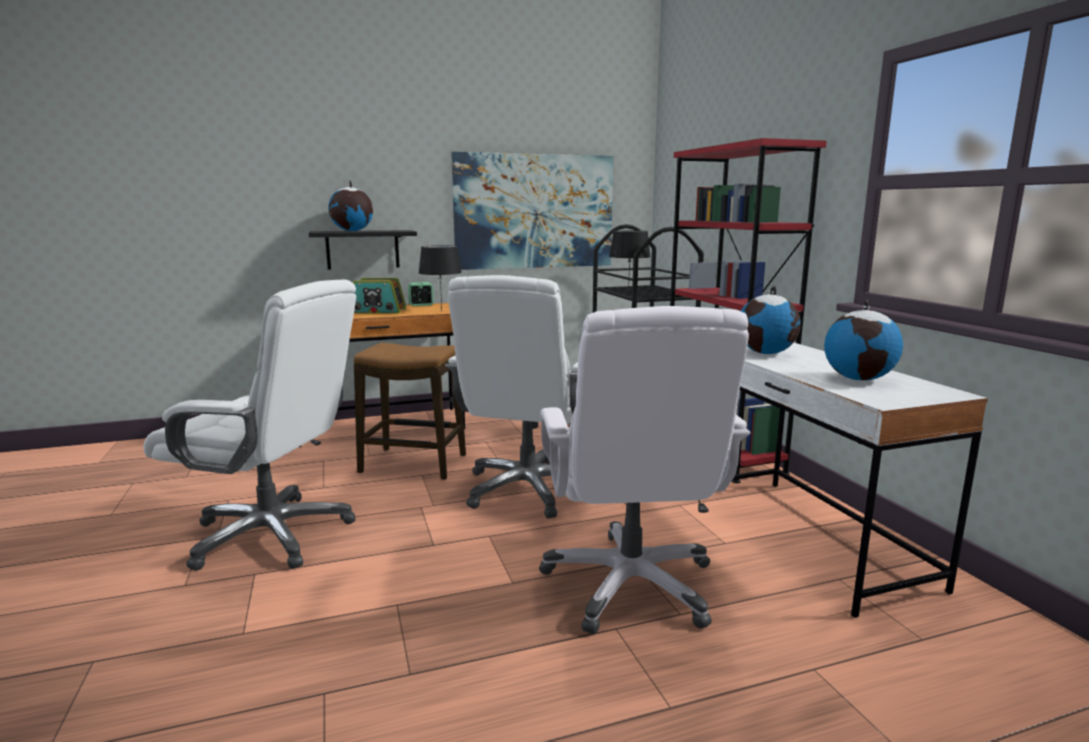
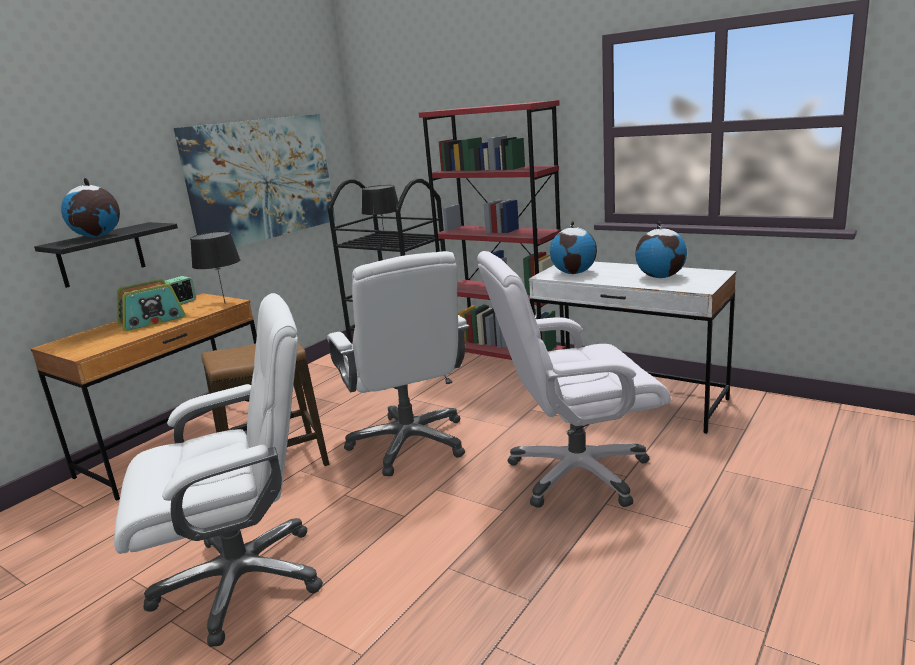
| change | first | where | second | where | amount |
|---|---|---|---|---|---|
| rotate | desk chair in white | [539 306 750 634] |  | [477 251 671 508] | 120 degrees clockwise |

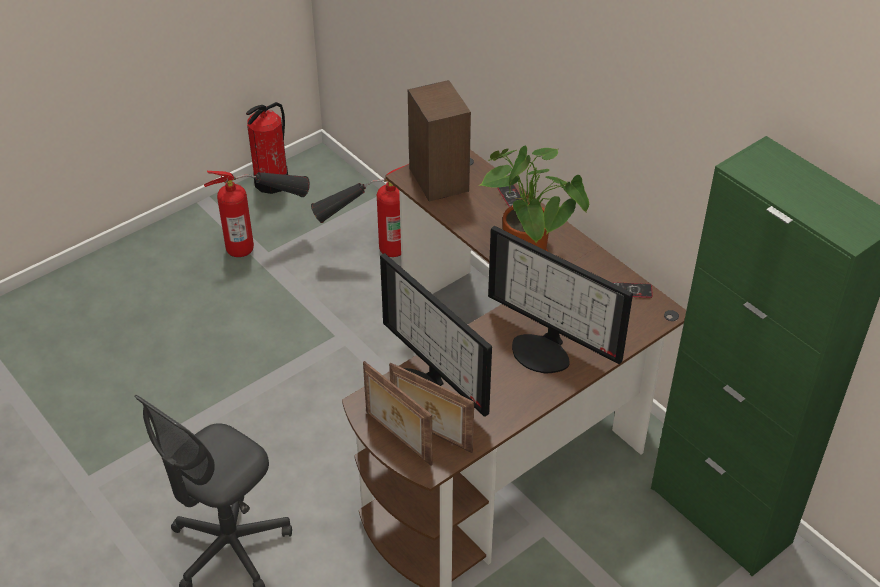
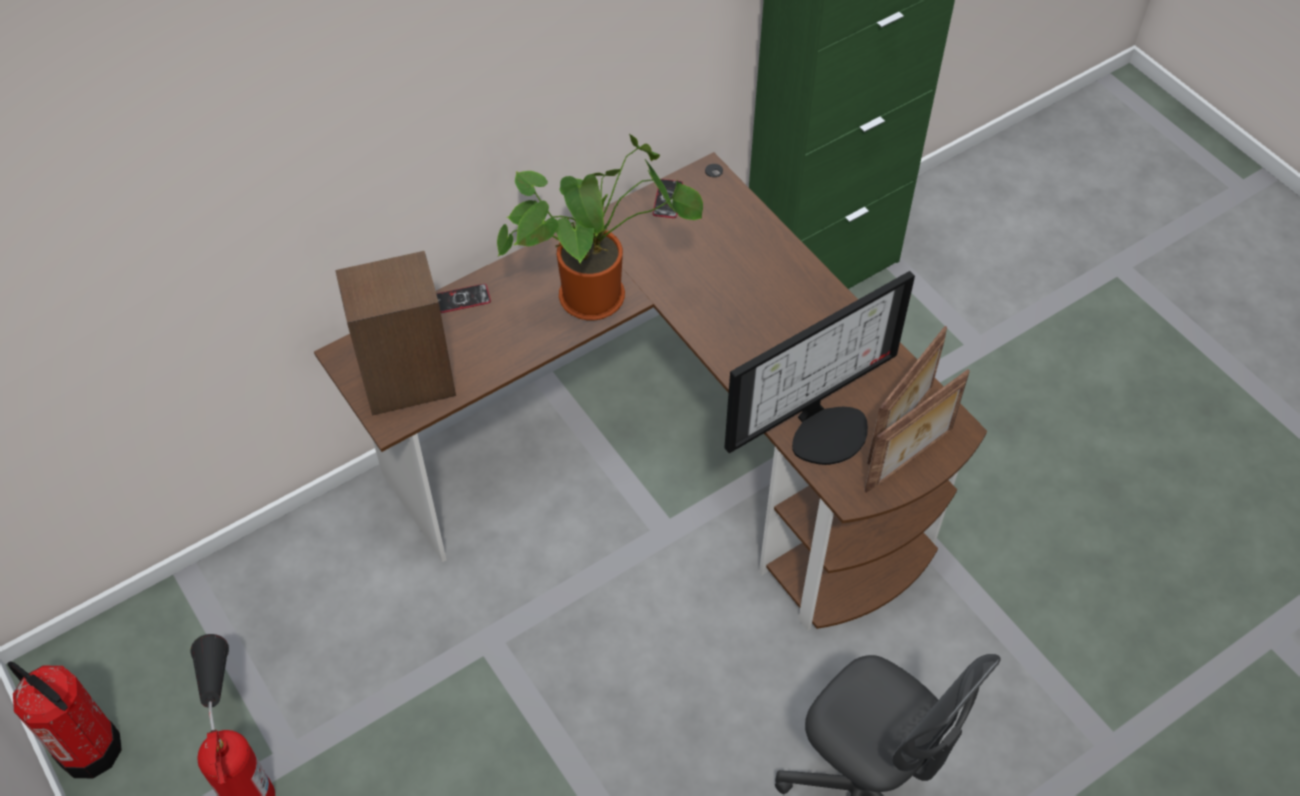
| change | first | where | second | where | amount |
|---|---|---|---|---|---|
| delete | fire extinguisher | [311 164 408 257] |  |  |  |
| delete | computer screen | [488 226 633 373] |  |  |  |

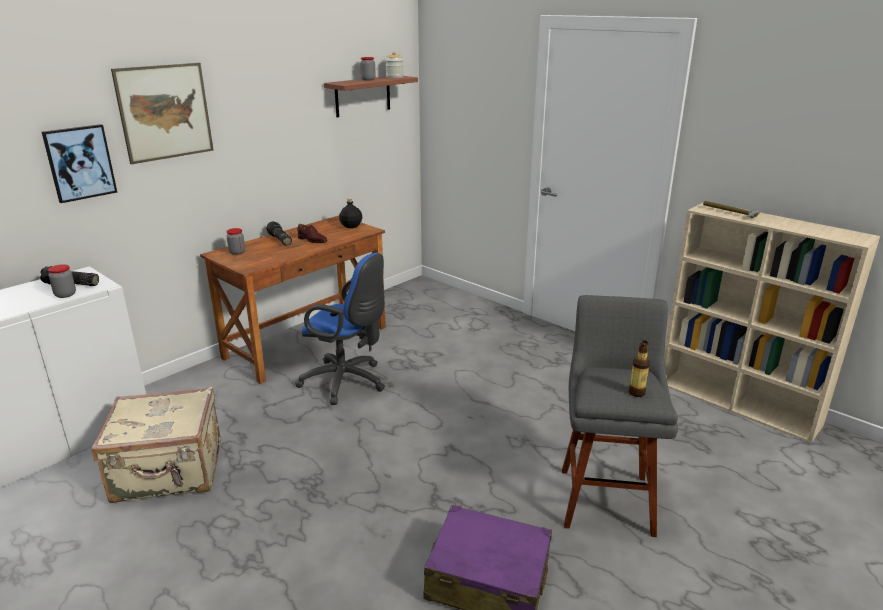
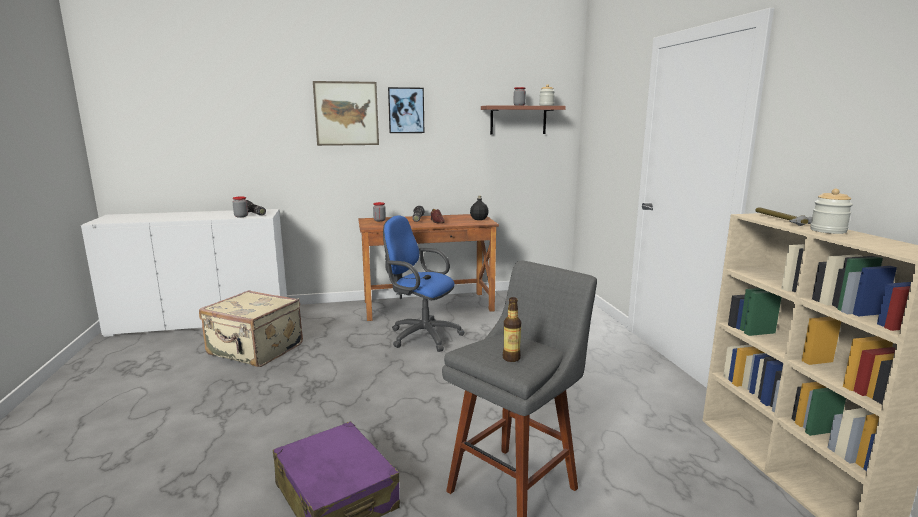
| change | first | where | second | where | amount |
|---|---|---|---|---|---|
| move | picture | [42 124 117 203] |  | [388 87 424 133] |  |
| rotate | desk chair in blue-coloured | [295 253 385 405] |  | [383 215 465 352] | 150 degrees clockwise |
| insert |  |  | jar | [810 189 853 234] |  |

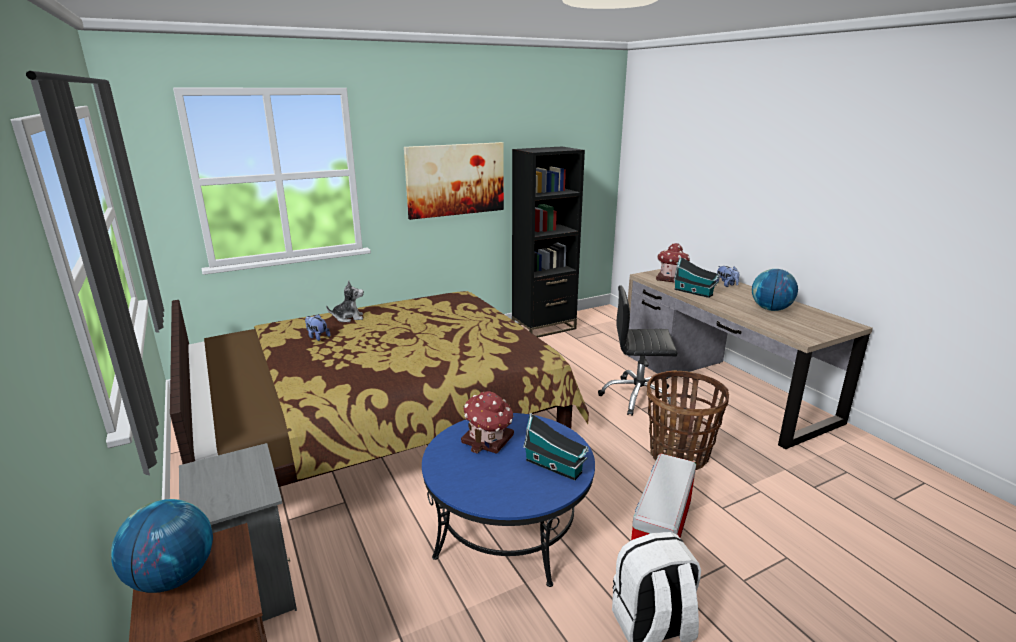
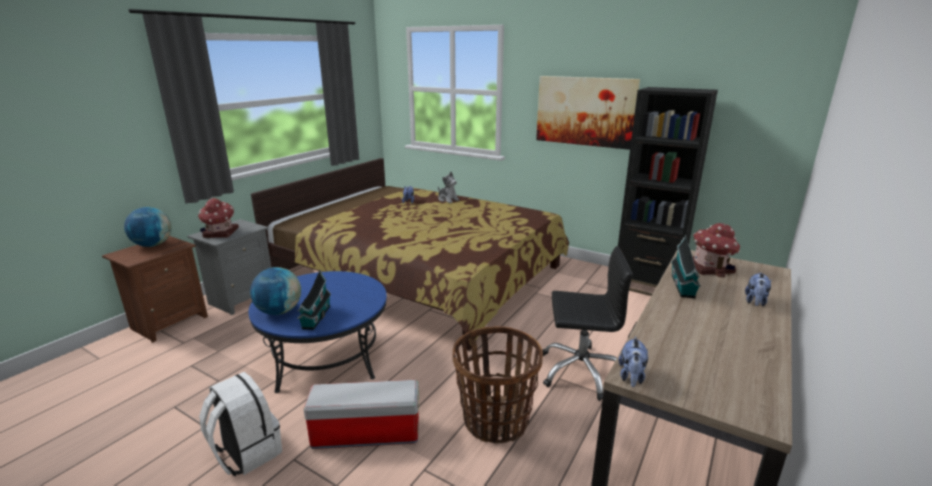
| change | first | where | second | where | amount |
|---|---|---|---|---|---|
| move | globe | [752 269 798 311] |  | [250 267 301 315] |  |
| rotate | desk chair in black | [598 285 677 416] |  | [543 246 633 401] | 120 degrees clockwise |
| move | miniature house | [461 391 514 454] |  | [198 198 239 238] |  |
| insert |  |  | soft toy | [618 336 648 387] |  |

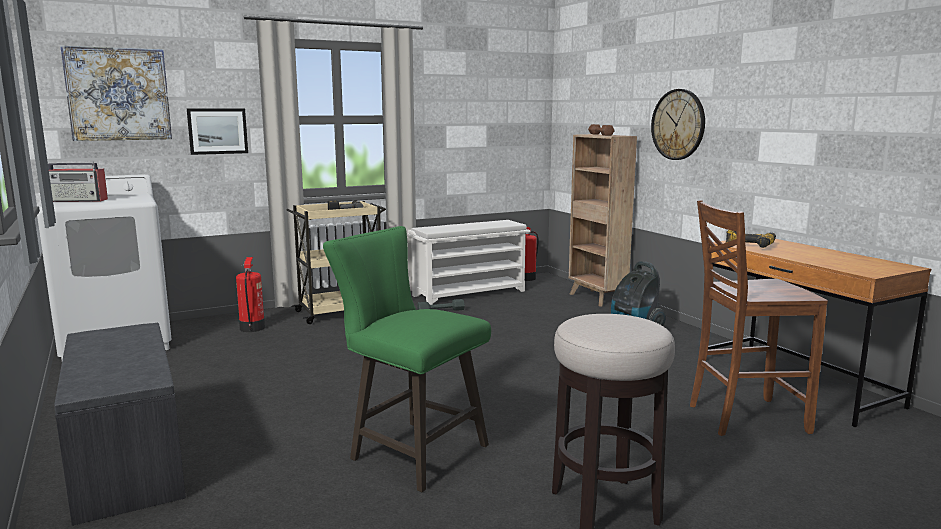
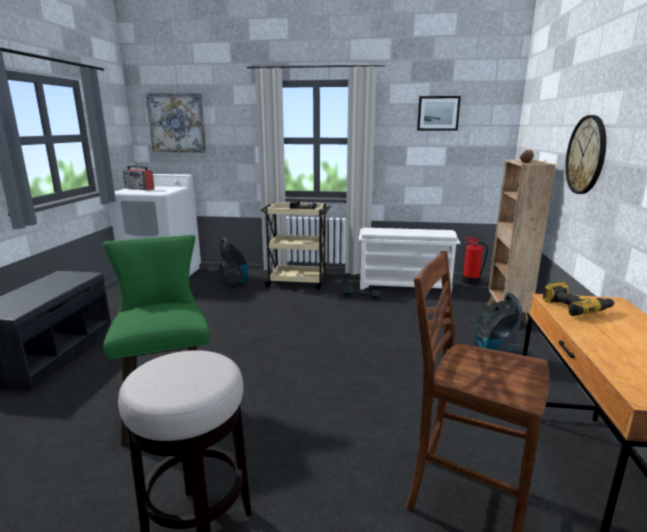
| change | first | where | second | where | amount |
|---|---|---|---|---|---|
| move | picture | [187 108 248 155] |  | [417 96 461 131] |  |
| replace | fire extinguisher | [236 257 265 332] | vacuum | [219 237 248 286] |  |

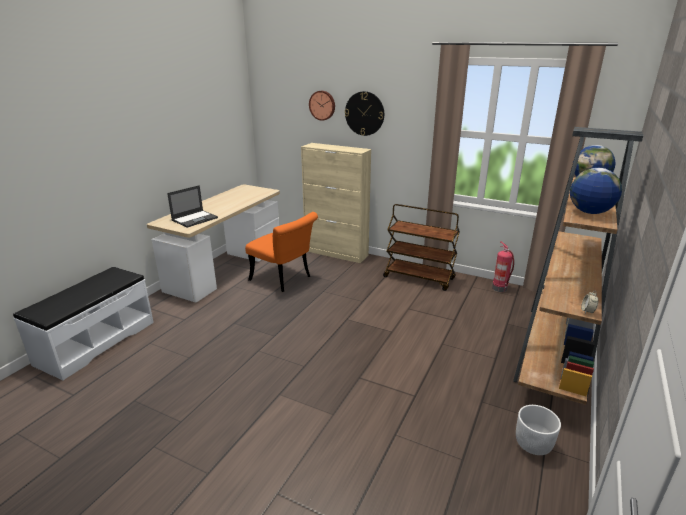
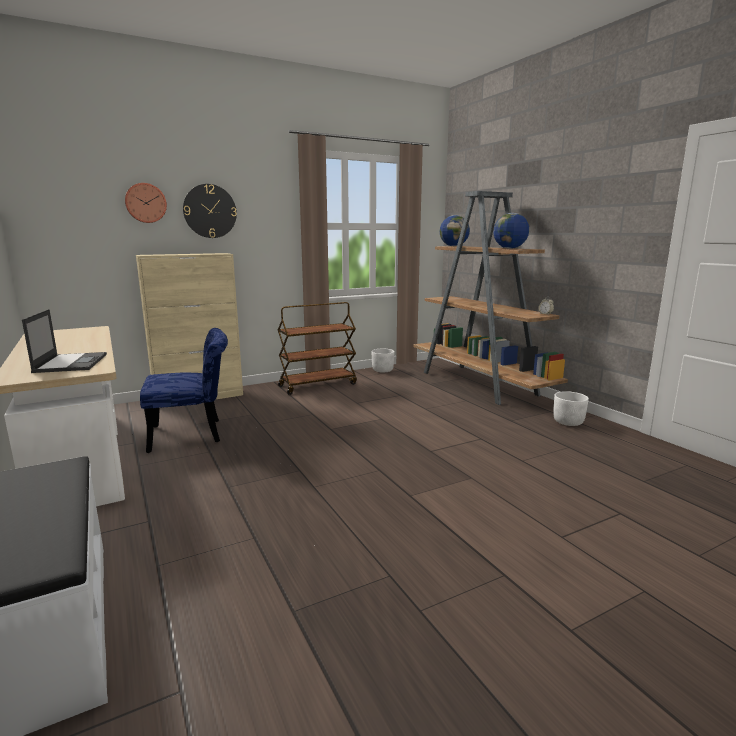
| change | first | where | second | where | amount |
|---|---|---|---|---|---|
| recolor | upright chair in orange | [245 212 318 292] | upright chair in blue-coloured | [140 328 228 453] |  |
| replace | fire extinguisher | [492 242 514 292] | plant pot in white | [371 349 395 372] |  |

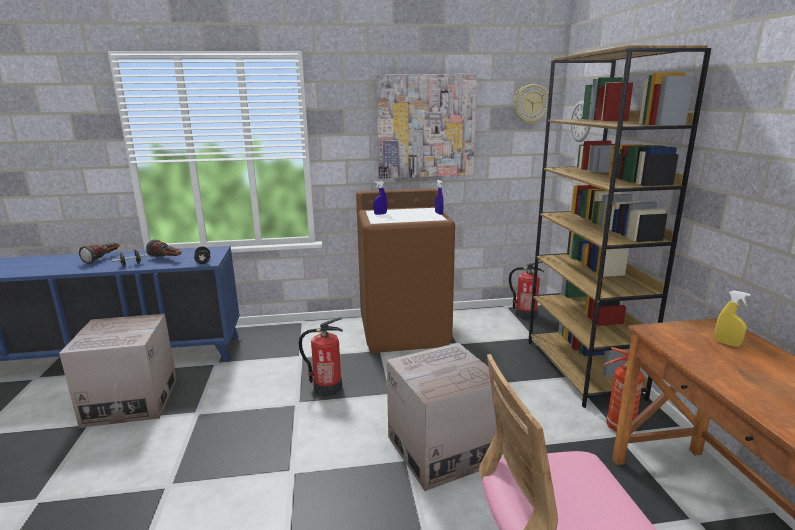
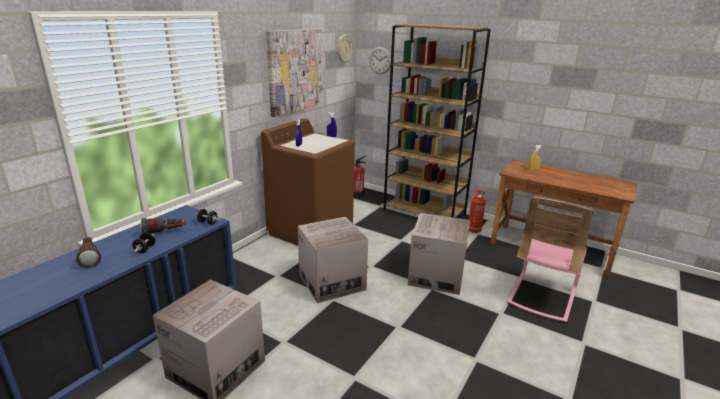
| change | first | where | second | where | amount |
|---|---|---|---|---|---|
| replace | fire extinguisher | [299 317 343 396] | packing box | [298 217 368 303] |  |

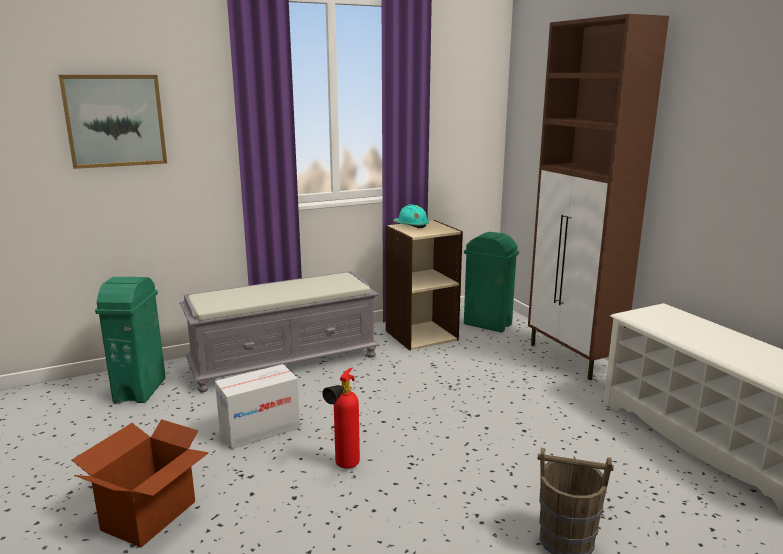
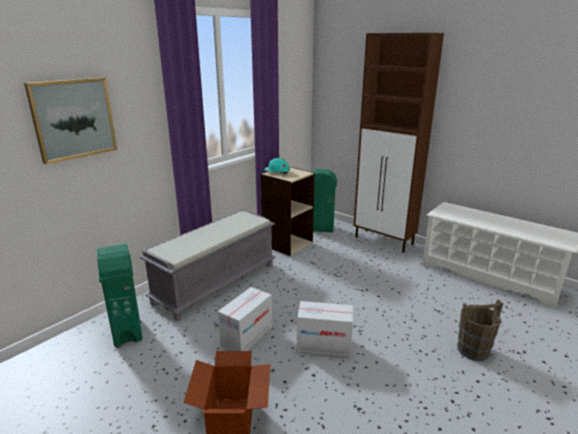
| change | first | where | second | where | amount |
|---|---|---|---|---|---|
| replace | fire extinguisher | [322 368 360 469] | packing box | [297 301 353 357] |  |

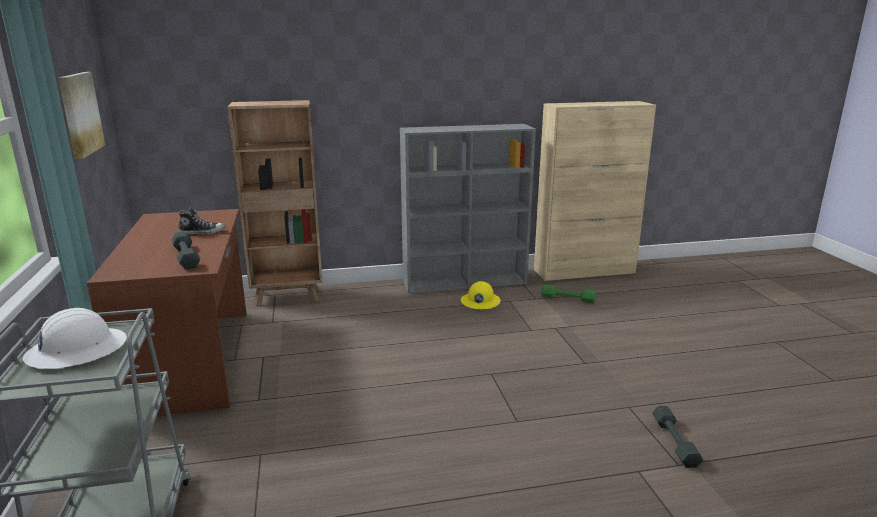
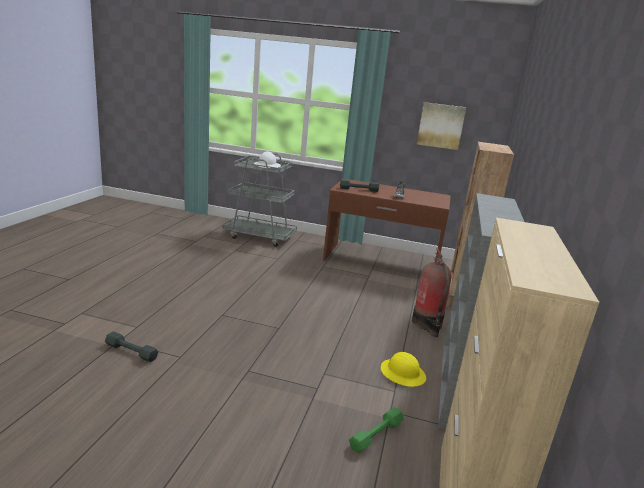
| change | first | where | second | where | amount |
|---|---|---|---|---|---|
| insert |  |  | fire extinguisher | [412 248 452 337] |  |

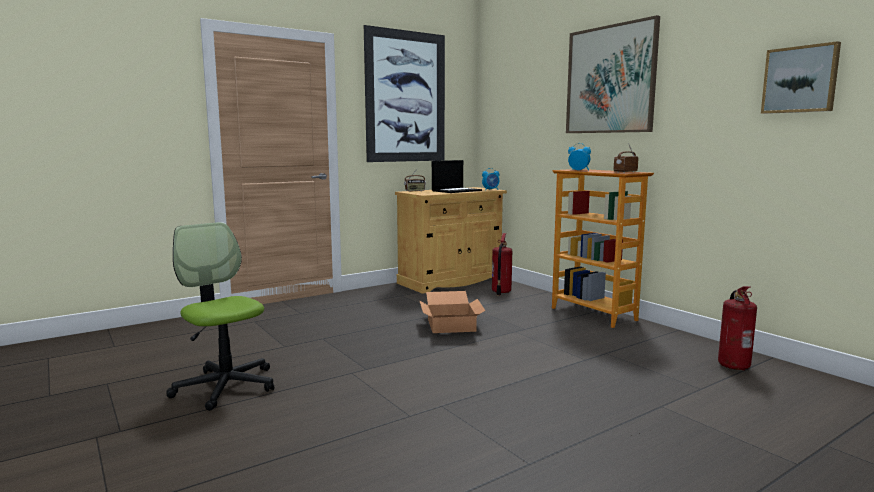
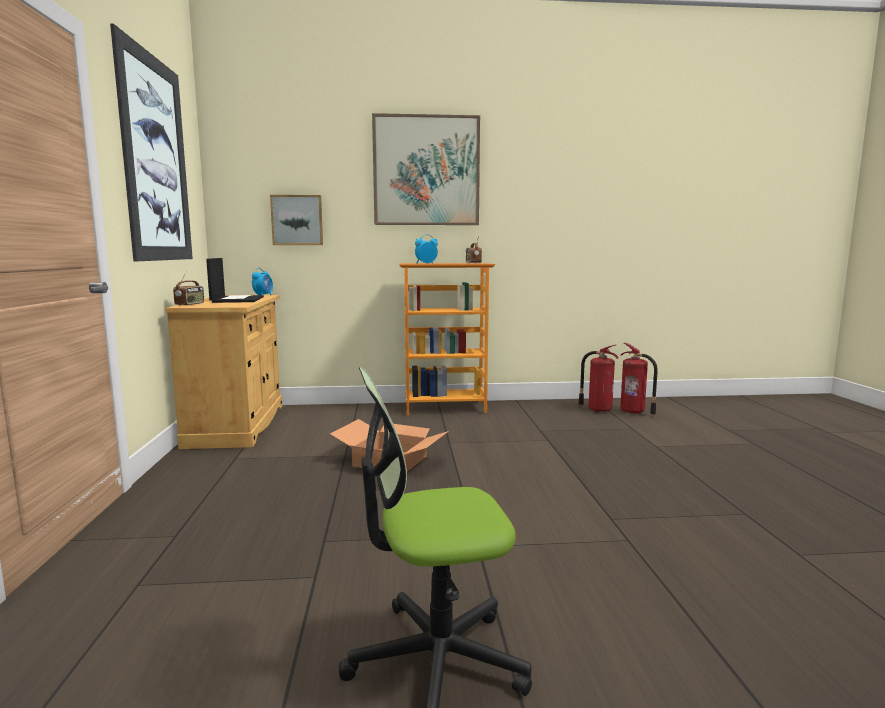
| change | first | where | second | where | amount |
|---|---|---|---|---|---|
| move | picture | [761 41 841 114] |  | [270 195 323 245] |  |
| move | fire extinguisher | [492 233 512 296] |  | [620 343 658 415] |  |

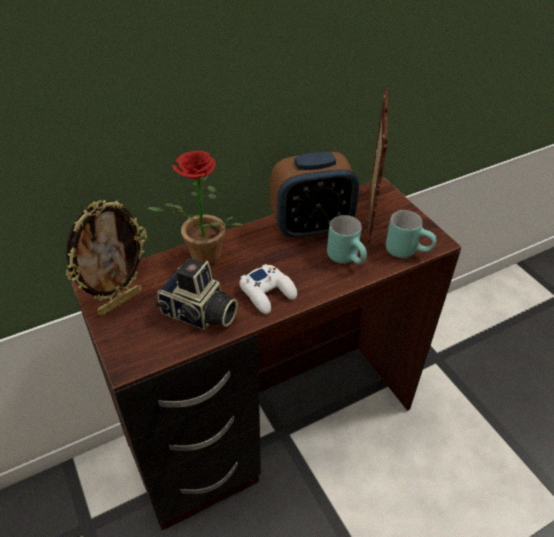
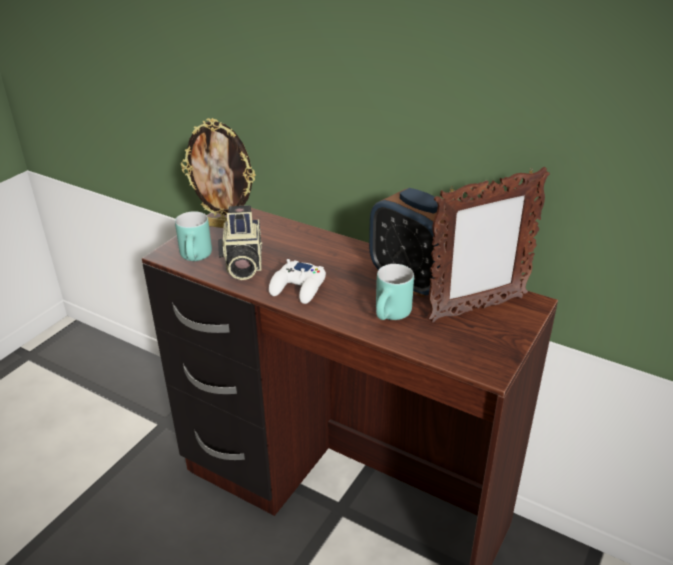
| change | first | where | second | where | amount |
|---|---|---|---|---|---|
| delete | plant in a pot | [147 151 243 266] |  |  |  |
| move | mug in turquoise | [386 210 436 258] |  | [175 211 212 261] |  |

